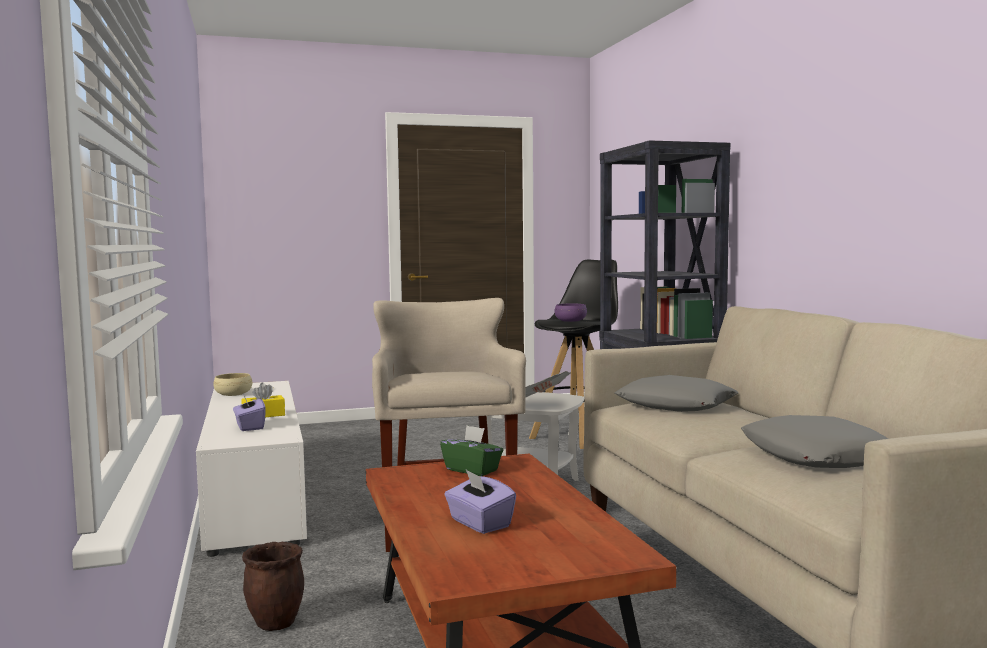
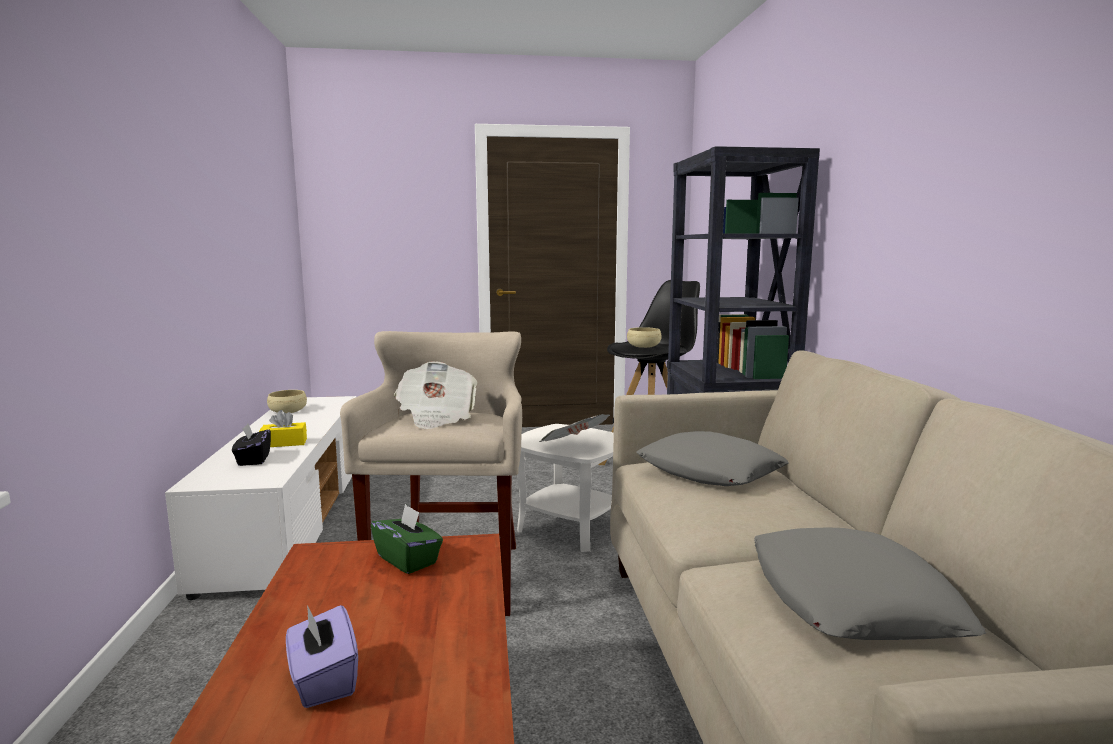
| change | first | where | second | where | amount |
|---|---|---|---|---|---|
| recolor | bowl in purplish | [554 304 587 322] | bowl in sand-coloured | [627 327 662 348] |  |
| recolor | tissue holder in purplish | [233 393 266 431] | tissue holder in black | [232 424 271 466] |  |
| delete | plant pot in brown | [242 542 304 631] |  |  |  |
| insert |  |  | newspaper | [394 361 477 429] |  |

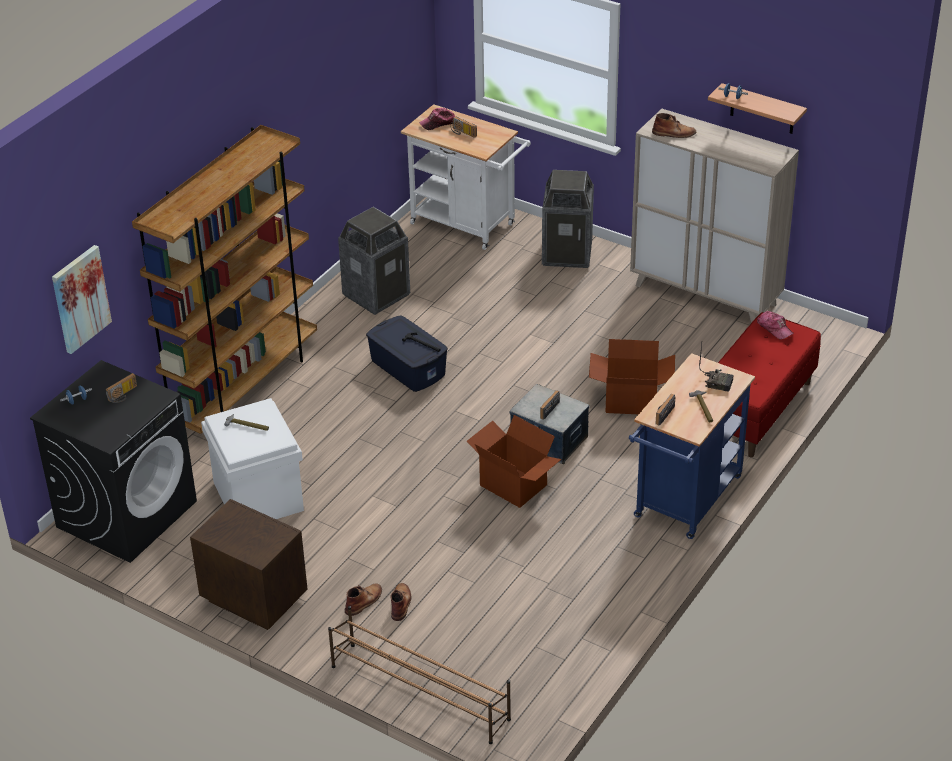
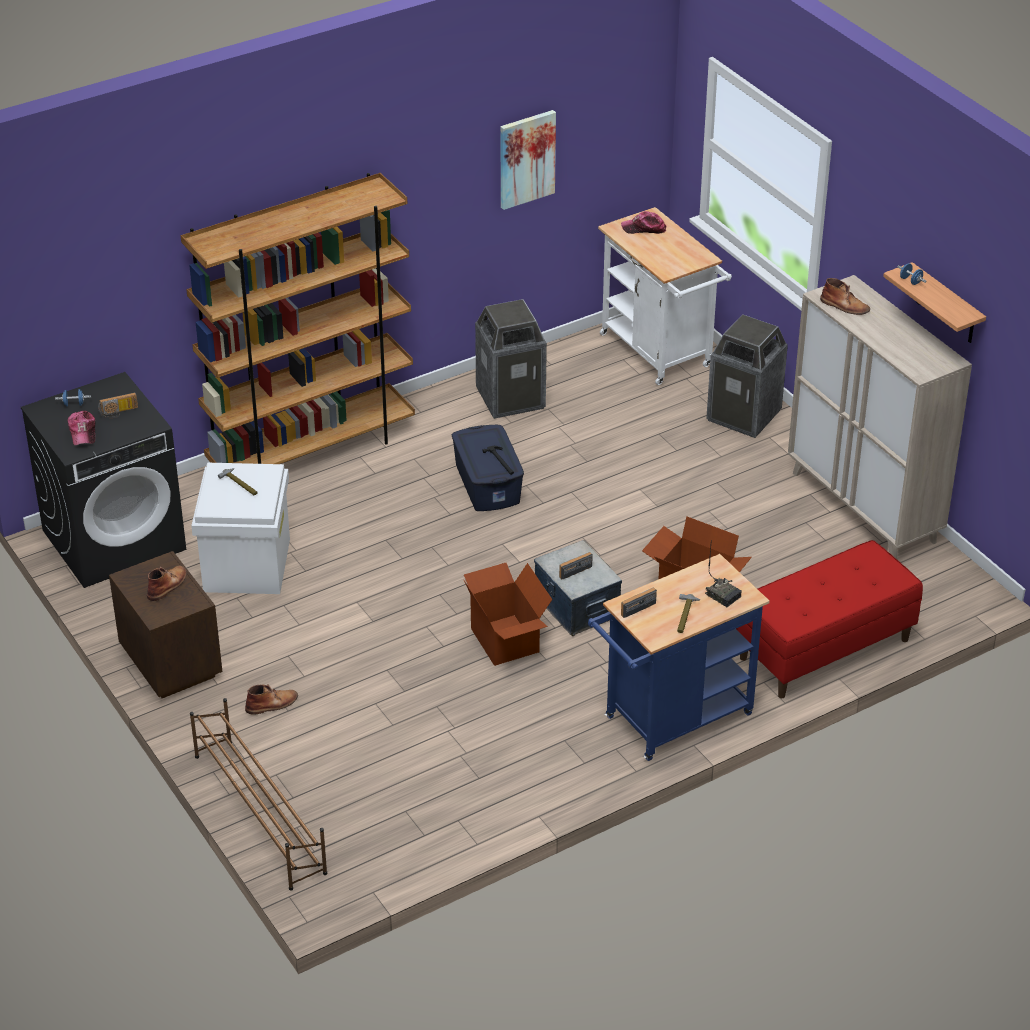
| change | first | where | second | where | amount |
|---|---|---|---|---|---|
| delete | radio | [451 116 477 138] |  |  |  |
| move | picture | [52 245 112 354] |  | [500 110 556 210] |  |
| move | baseball cap | [757 311 794 339] |  | [68 411 95 445] |  |
| move | boot in brown | [390 583 411 621] |  | [147 566 187 601] |  |

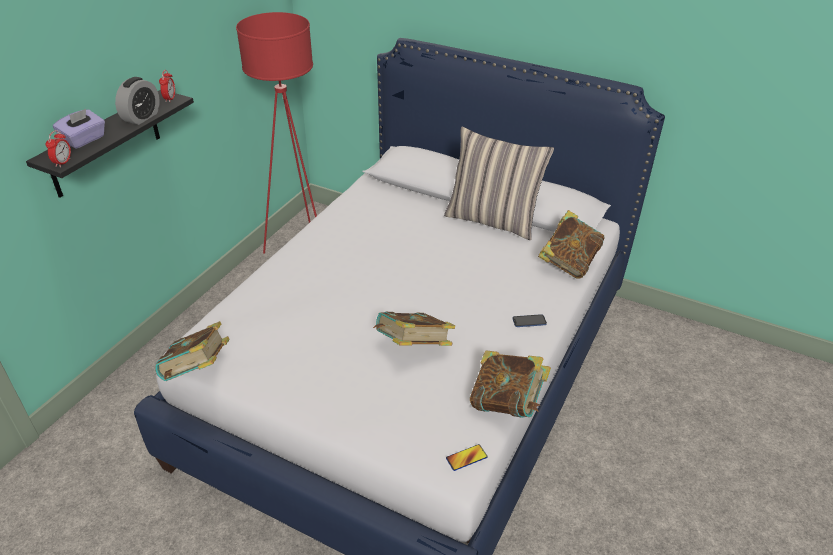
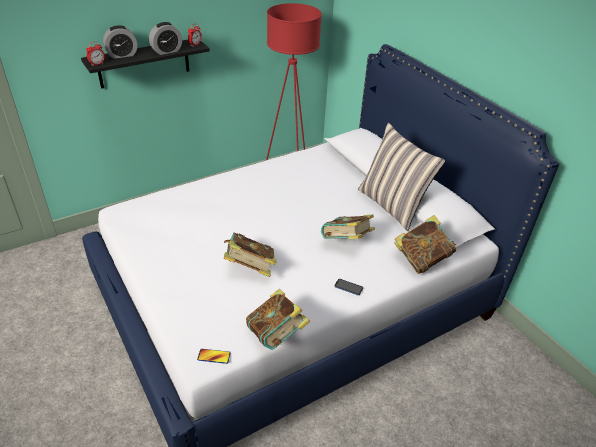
| change | first | where | second | where | amount |
|---|---|---|---|---|---|
| replace | tissue holder in purplish | [53 109 105 149] | alarm clock | [103 25 137 59] |  |
| move | volume | [155 321 230 381] |  | [321 215 375 239] |  |

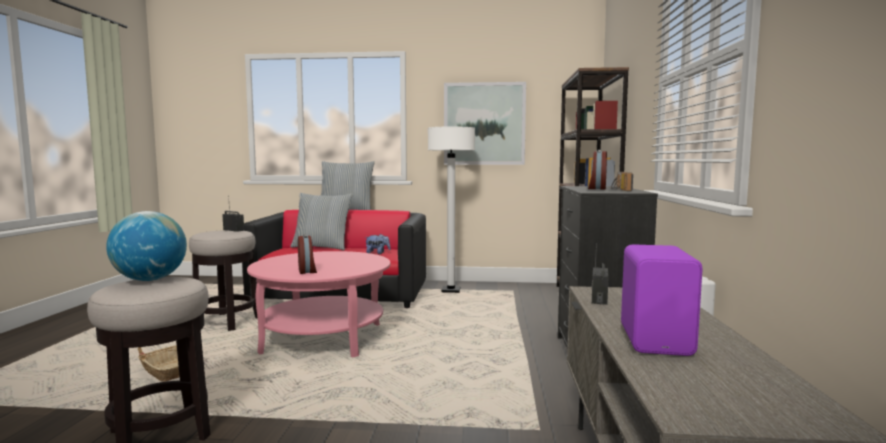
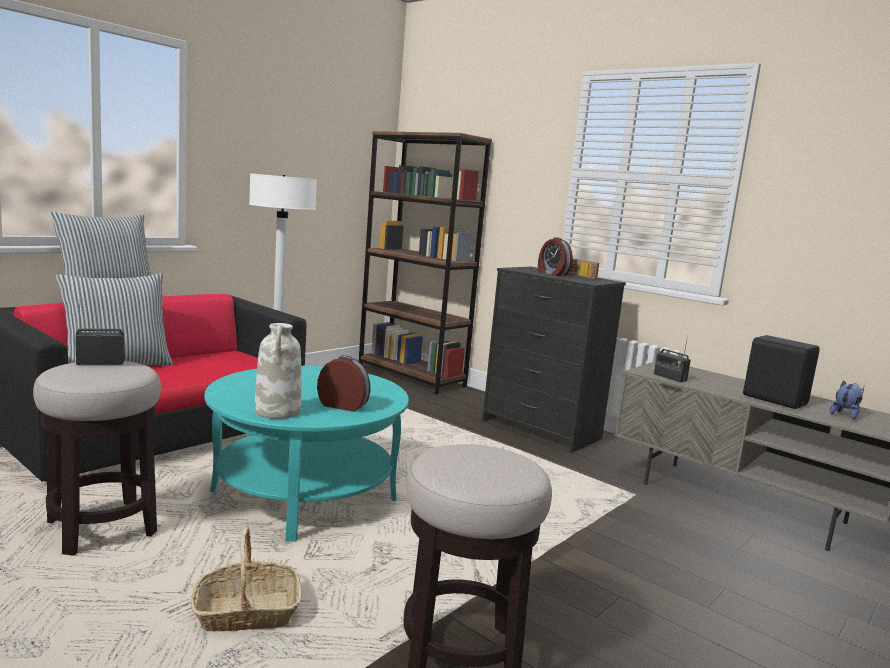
| change | first | where | second | where | amount |
|---|---|---|---|---|---|
| delete | picture | [444 82 526 165] |  |  |  |
| delete | globe | [106 211 187 281] |  |  |  |
| move | soft toy | [365 234 390 254] |  | [830 380 865 420] |  |
| recolor | loudspeaker in purplish | [621 244 703 356] | loudspeaker in black | [743 335 820 409] |  |
| recolor | lounge table in pink-coloured | [247 251 390 358] | lounge table in turquoise | [204 366 409 542] |  |
| insert |  |  | vase in white | [255 323 301 419] |  |

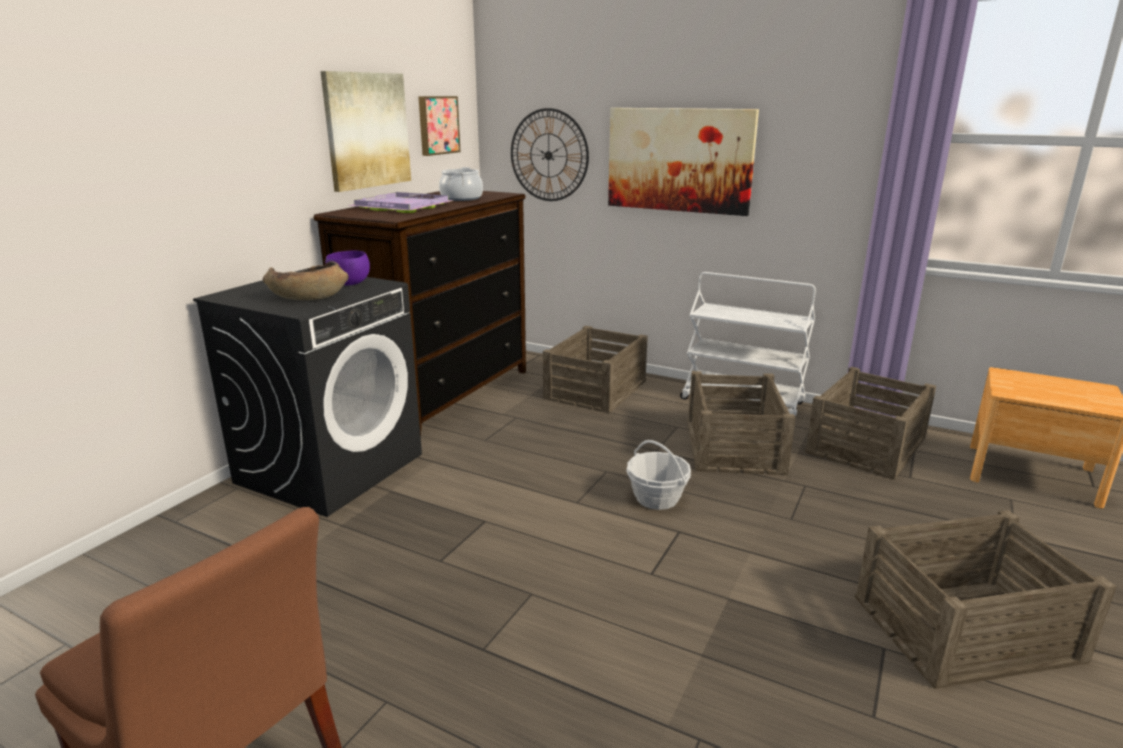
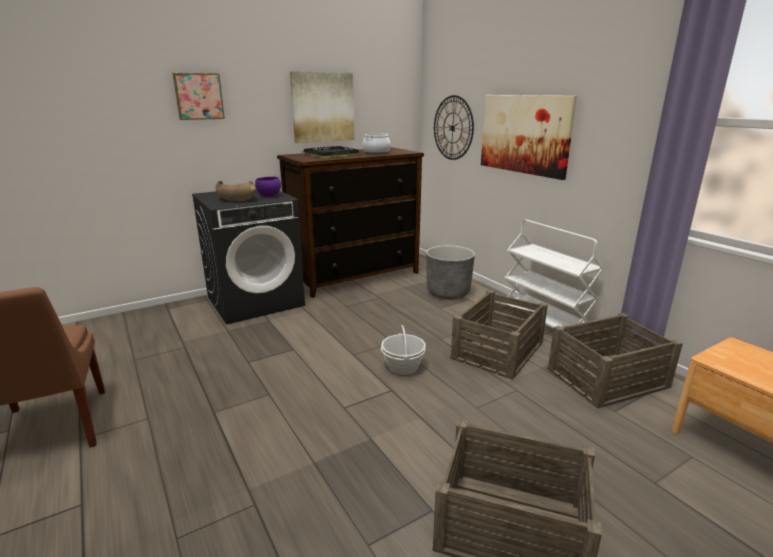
| change | first | where | second | where | amount |
|---|---|---|---|---|---|
| move | picture | [418 96 461 156] |  | [173 73 225 120] |  |
| recolor | serving tray in purplish | [348 192 454 213] | serving tray in black | [302 146 360 158] |  |
| replace | shipping crate | [543 326 648 414] | plant pot in gray | [426 245 475 299] |  |

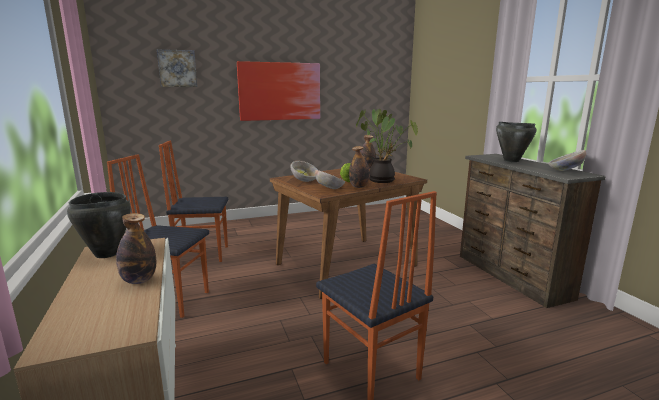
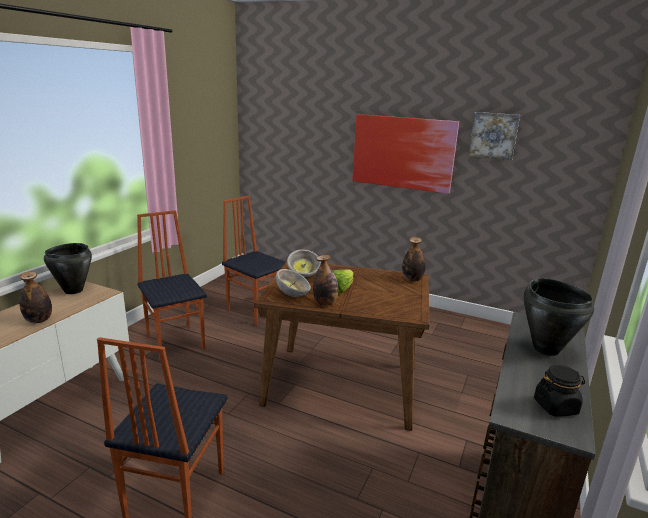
| change | first | where | second | where | amount |
|---|---|---|---|---|---|
| move | picture | [157 49 197 87] |  | [468 112 520 160] |  |
| delete | plant in a pot | [356 109 418 183] |  |  |  |
| replace | bowl | [548 150 586 171] | jar in black | [534 365 585 417] |  |

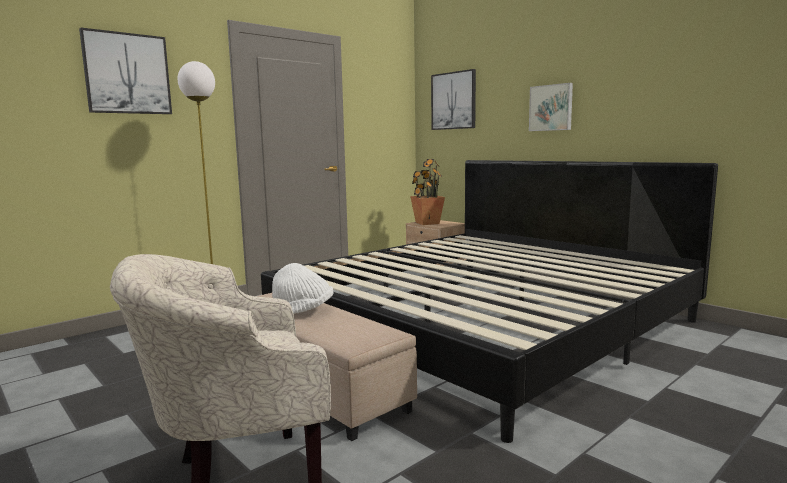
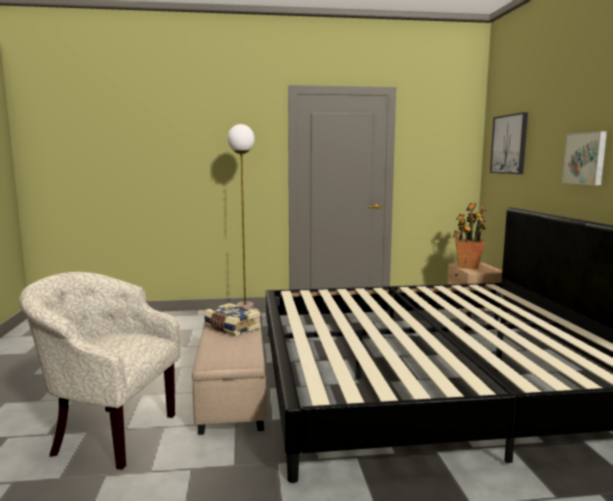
| change | first | where | second | where | amount |
|---|---|---|---|---|---|
| delete | picture | [79 28 172 114] |  |  |  |
| replace | wearable hat in white | [272 263 333 314] | volume | [204 303 261 336] |  |

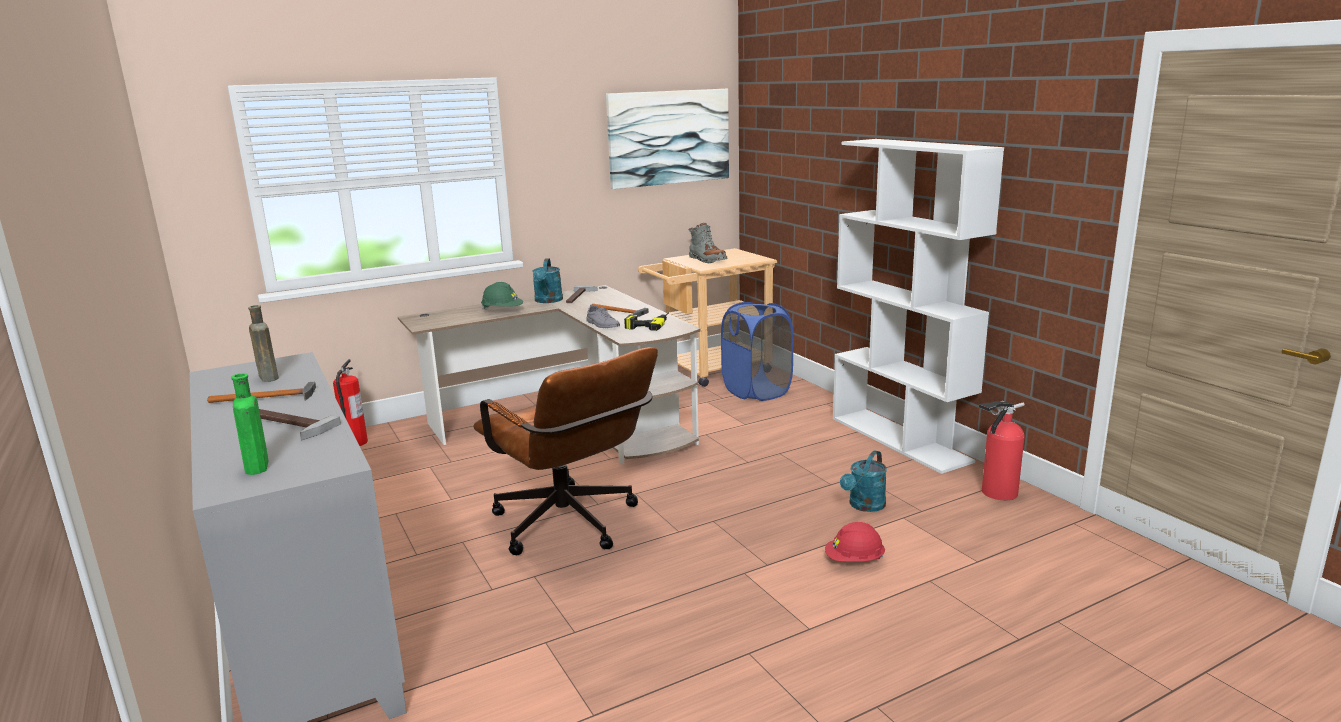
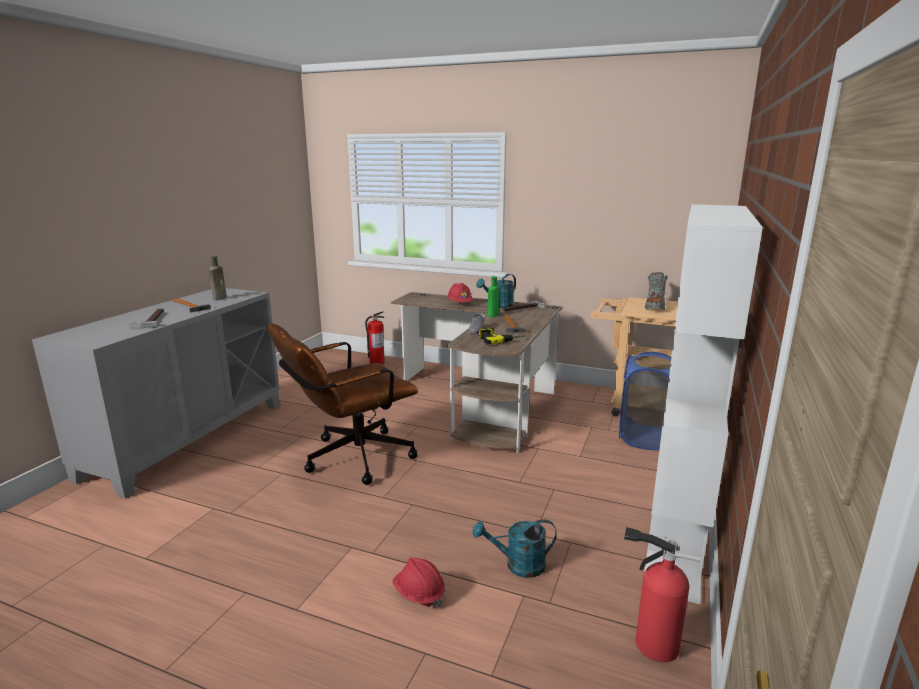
| change | first | where | second | where | amount |
|---|---|---|---|---|---|
| delete | picture | [606 89 729 189] |  |  |  |
| recolor | work helmet in green | [481 282 523 310] | work helmet in red | [447 283 473 302] |  |
| rotate | desk chair in brown | [473 347 658 555] |  | [268 323 418 485] | 45 degrees clockwise |
| move | bottle in green | [231 373 268 475] |  | [487 276 500 317] |  |

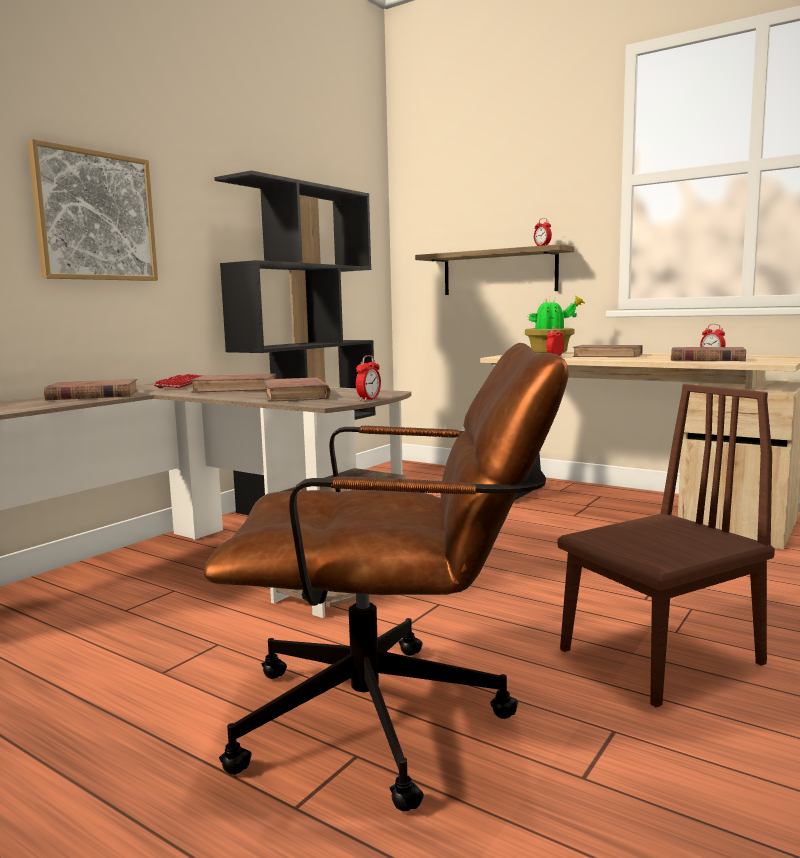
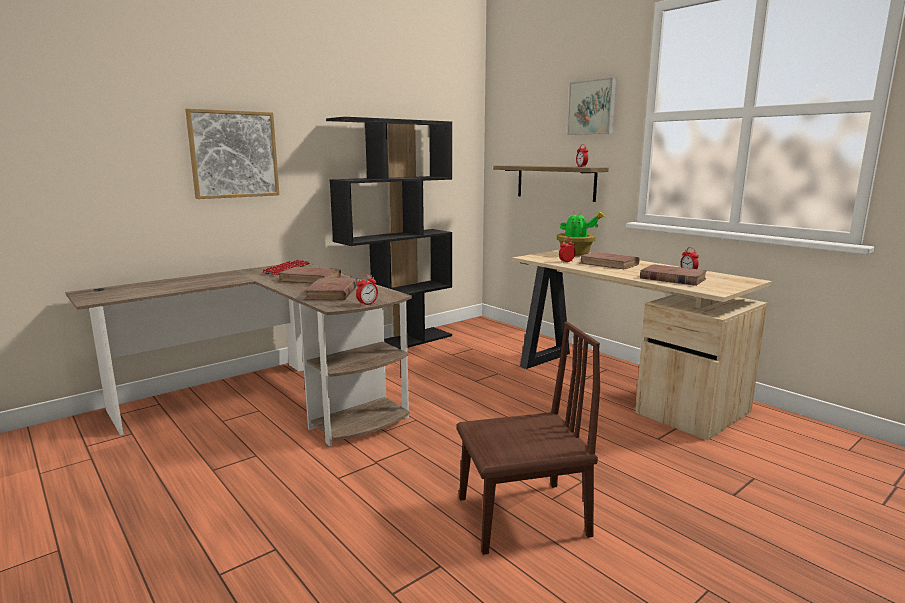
| change | first | where | second | where | amount |
|---|---|---|---|---|---|
| delete | desk chair in brown | [203 343 569 812] |  |  |  |
| delete | volume in brown | [44 379 138 400] |  |  |  |
| insert |  |  | picture | [567 78 616 135] |  |

